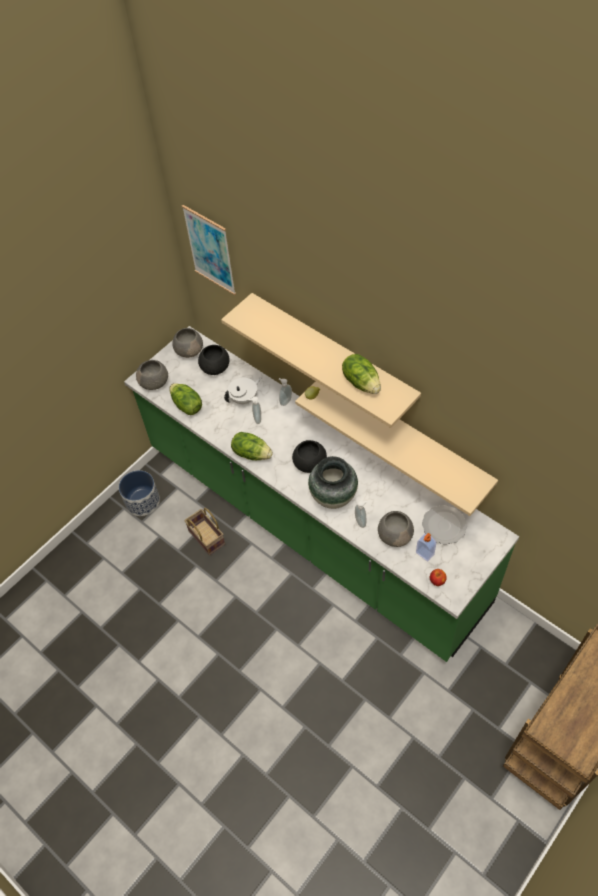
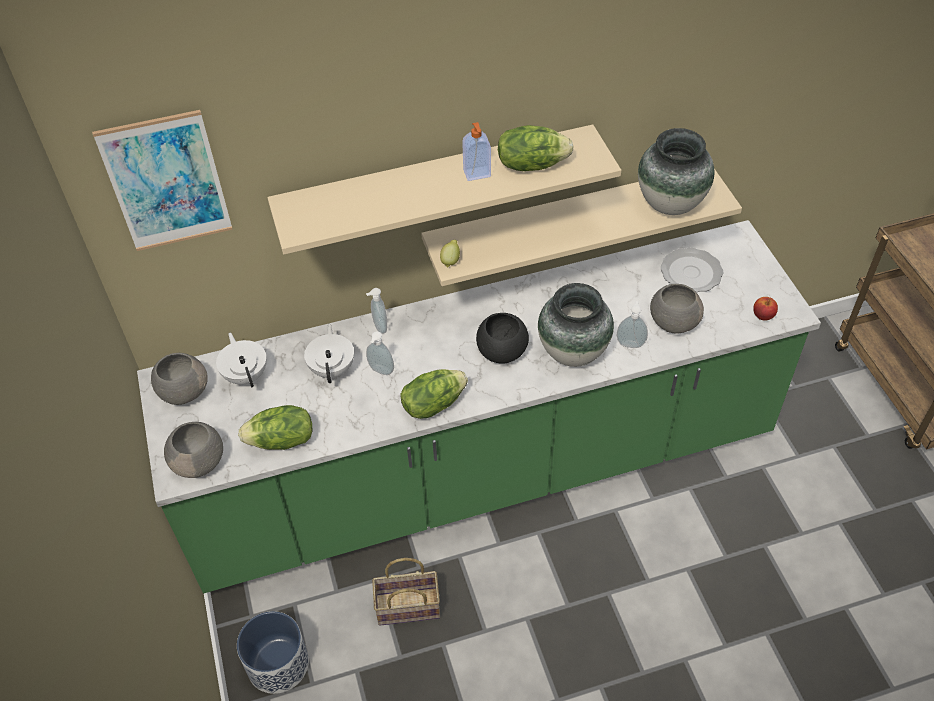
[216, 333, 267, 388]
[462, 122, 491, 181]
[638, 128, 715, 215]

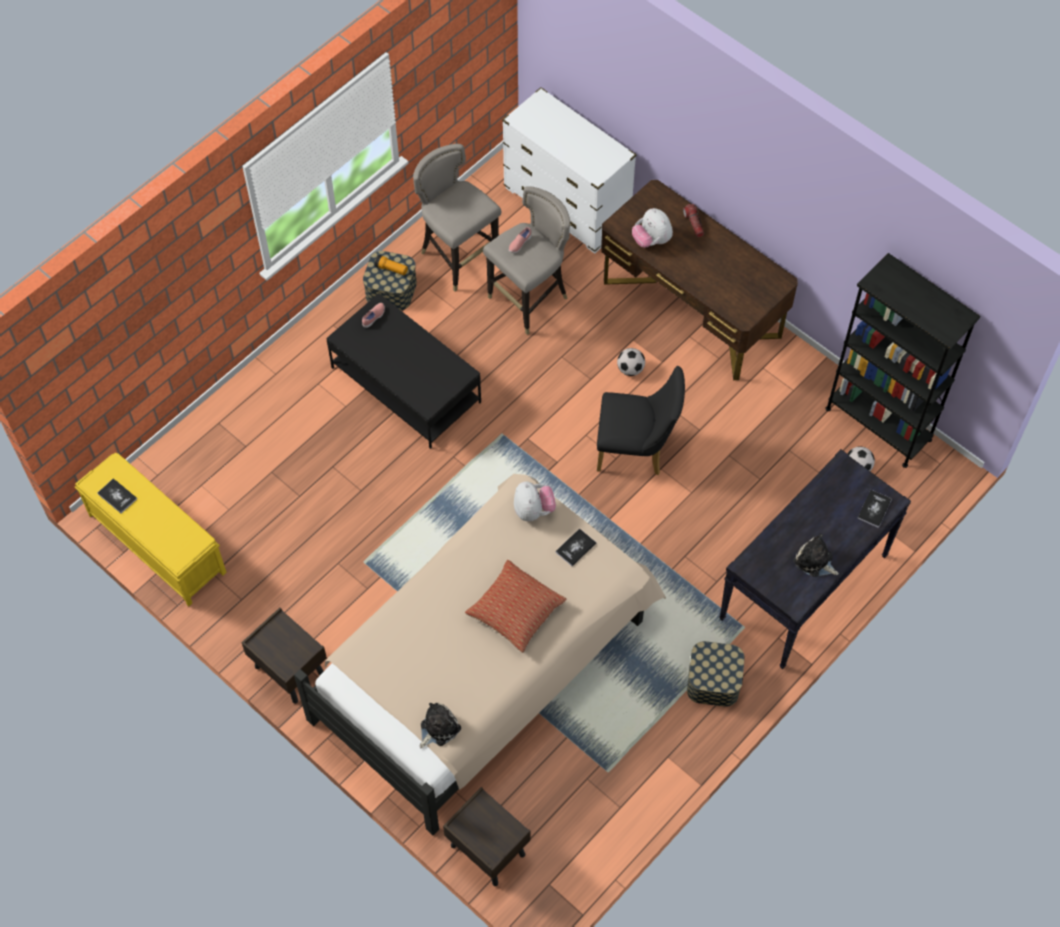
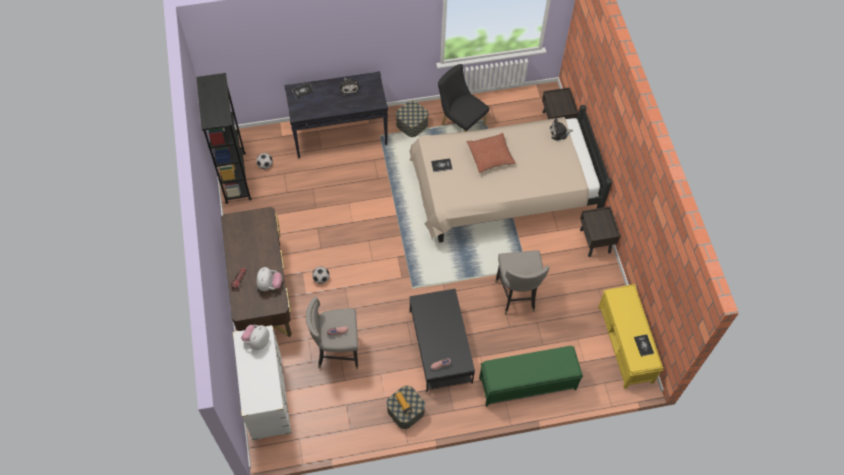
[495, 250, 550, 315]
[438, 64, 489, 132]
[241, 325, 270, 350]
[479, 346, 583, 407]

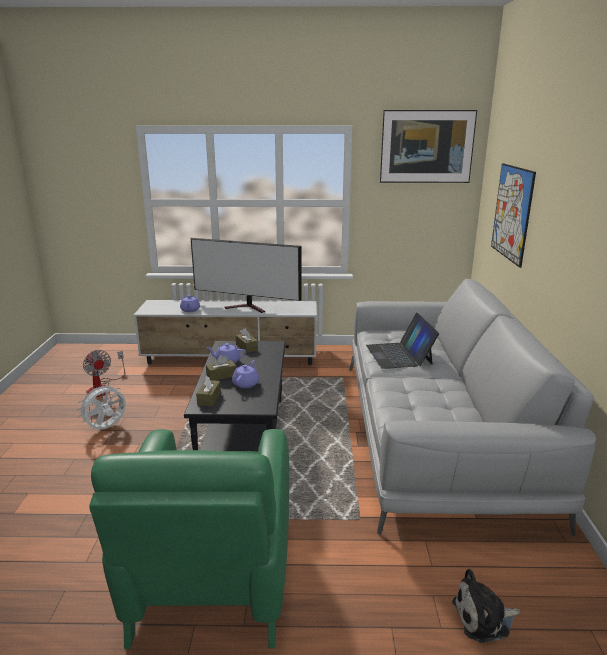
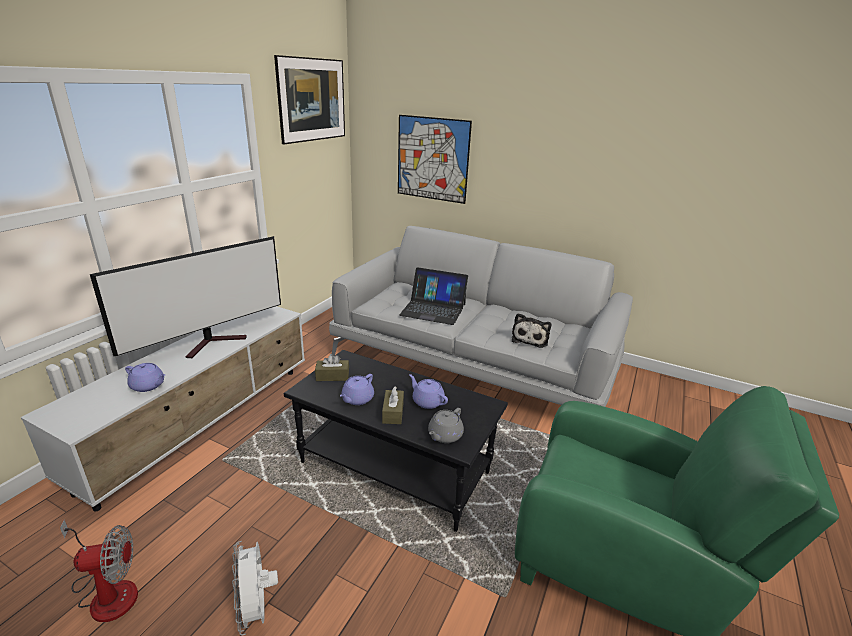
[428, 408, 464, 443]
[512, 313, 551, 348]

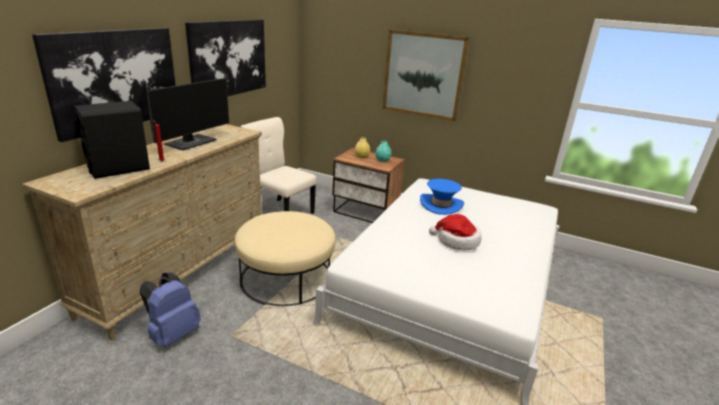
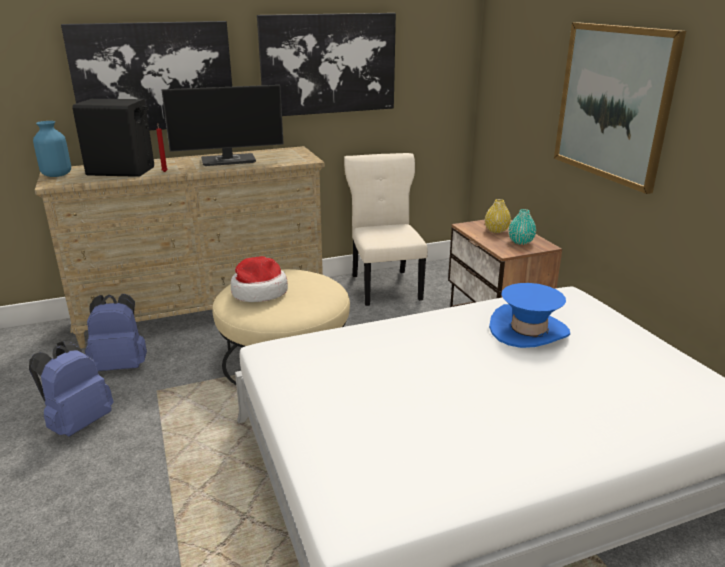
[231, 256, 288, 302]
[33, 121, 71, 177]
[29, 341, 113, 437]

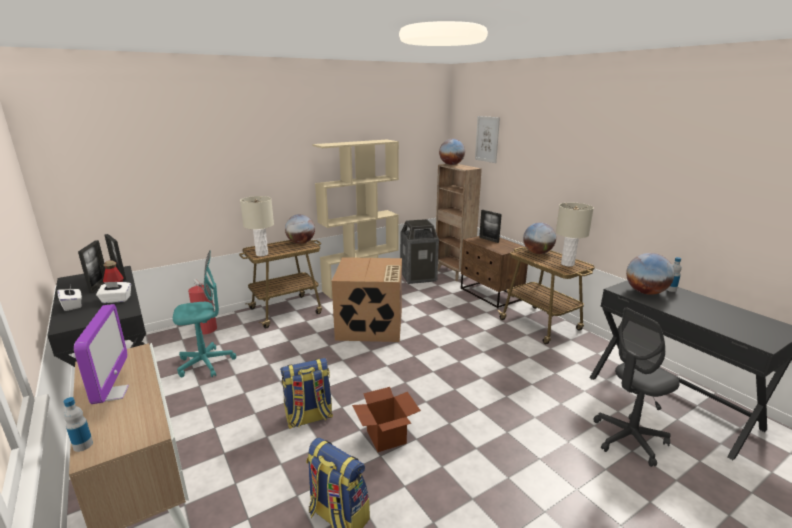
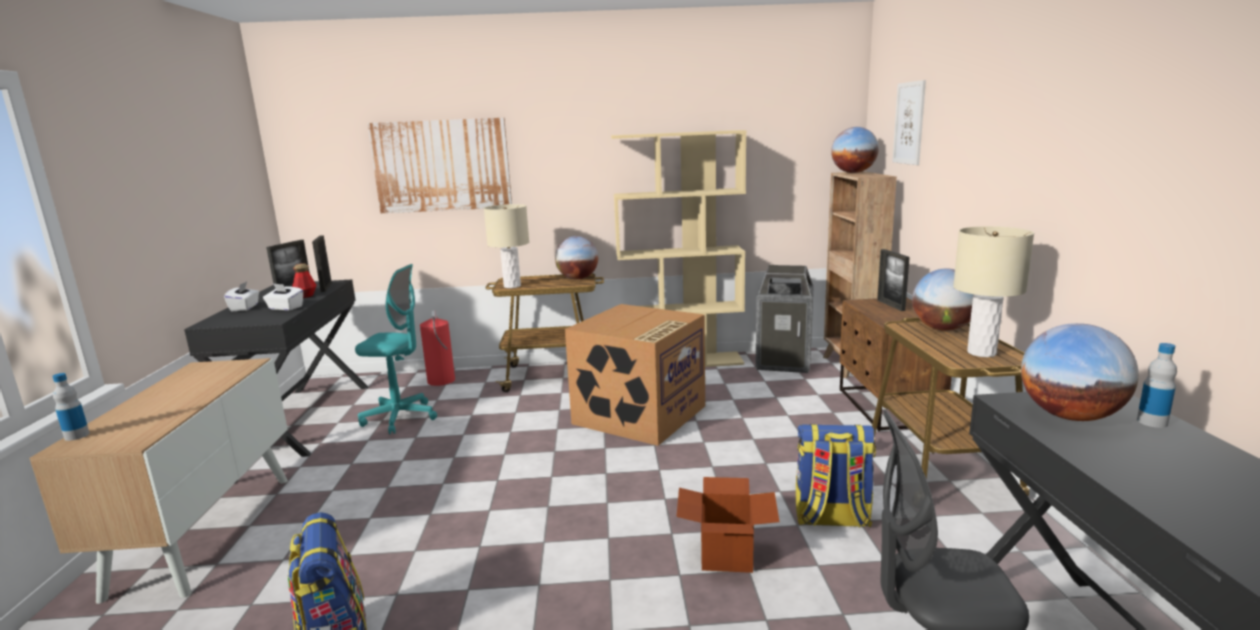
[74, 304, 129, 404] (first image)
[796, 424, 876, 528]
[676, 477, 779, 573]
[368, 118, 512, 213]

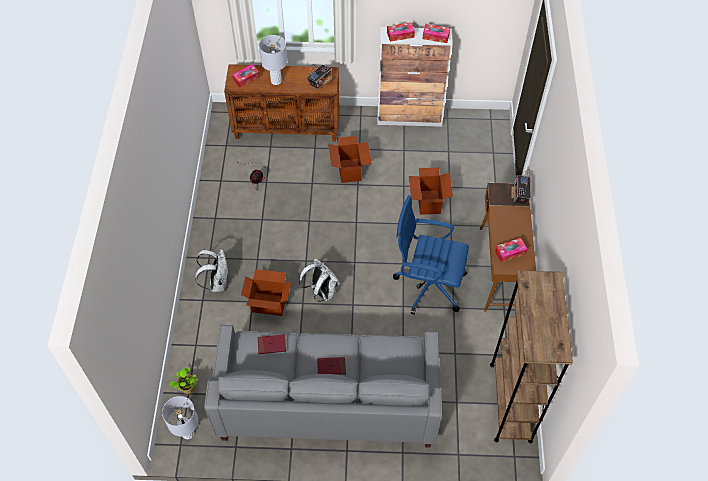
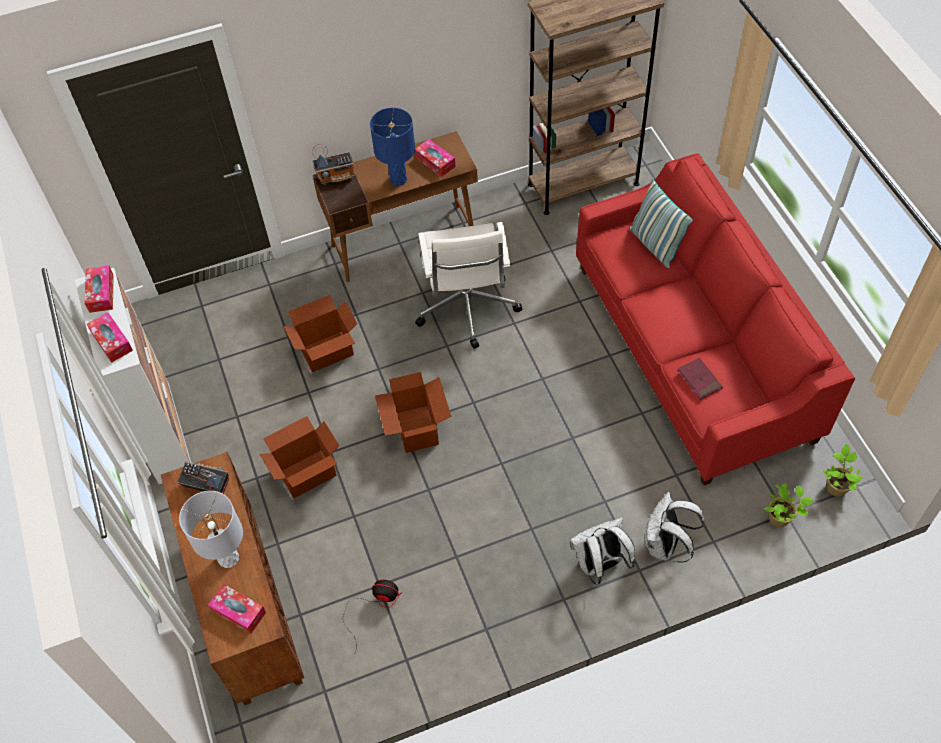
[415, 222, 522, 349]
[645, 492, 704, 563]
[375, 372, 451, 453]
[576, 153, 855, 485]
[317, 357, 346, 375] (first image)
[823, 444, 863, 497]
[370, 108, 415, 186]
[629, 179, 693, 269]

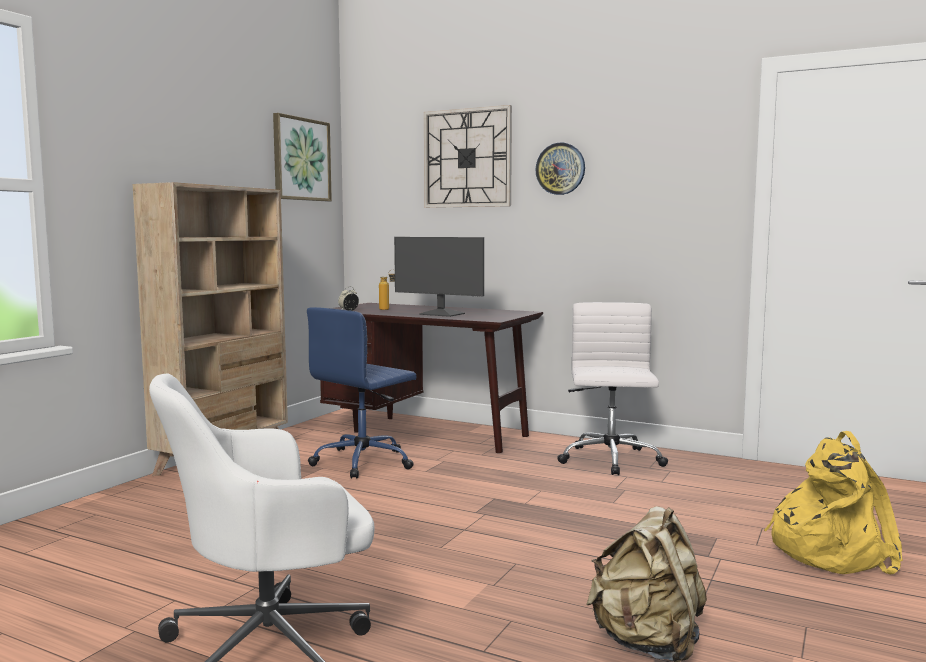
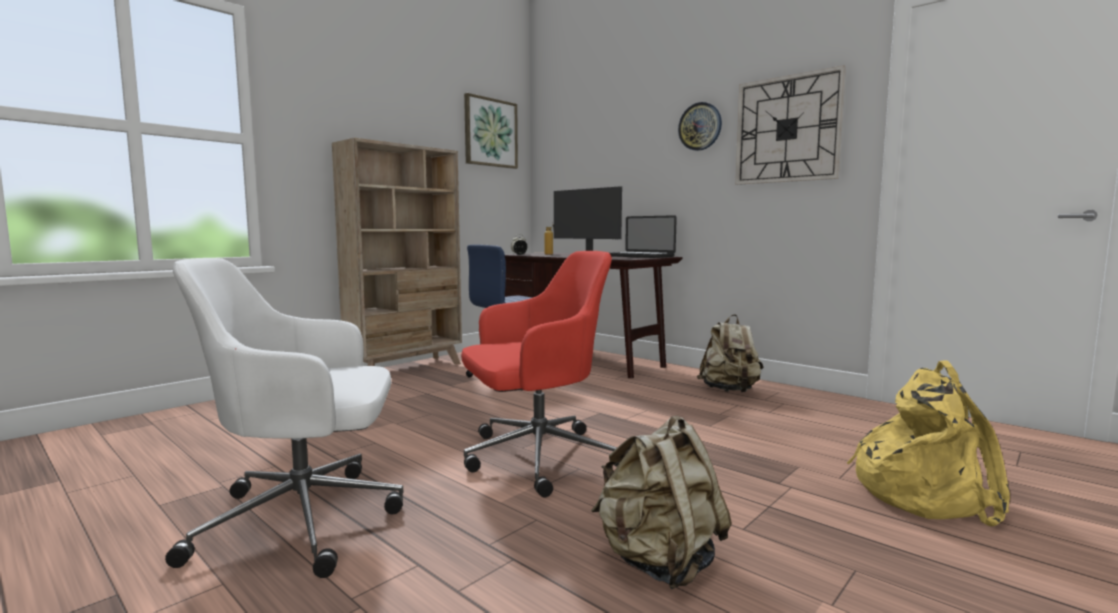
[735, 65, 846, 185]
[697, 314, 763, 392]
[610, 215, 677, 258]
[461, 251, 620, 497]

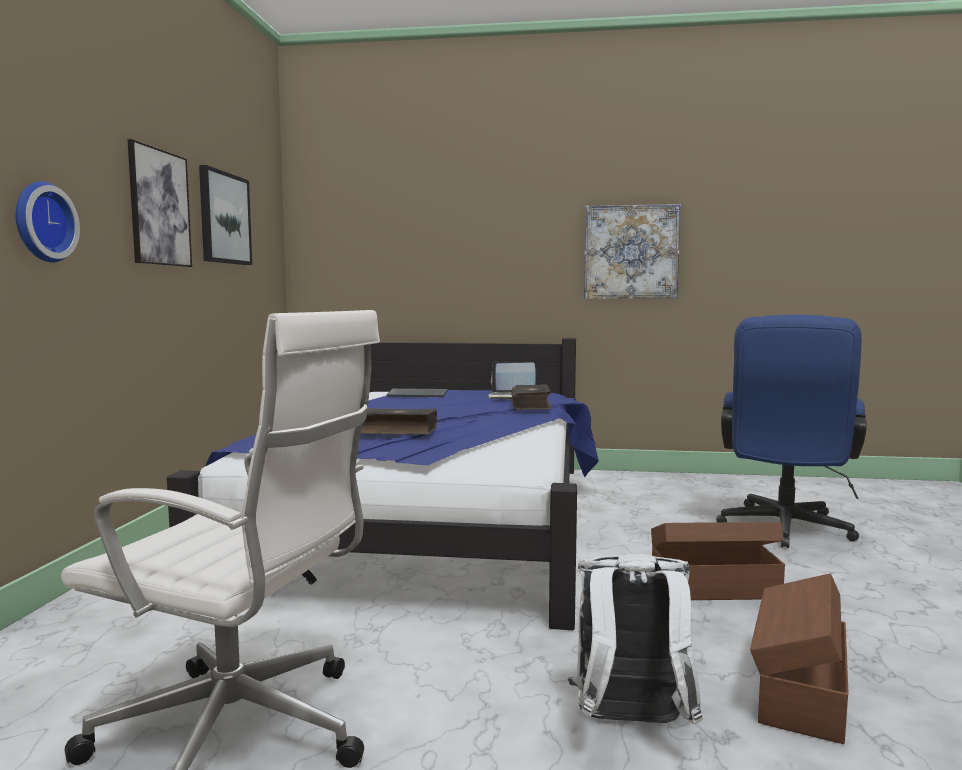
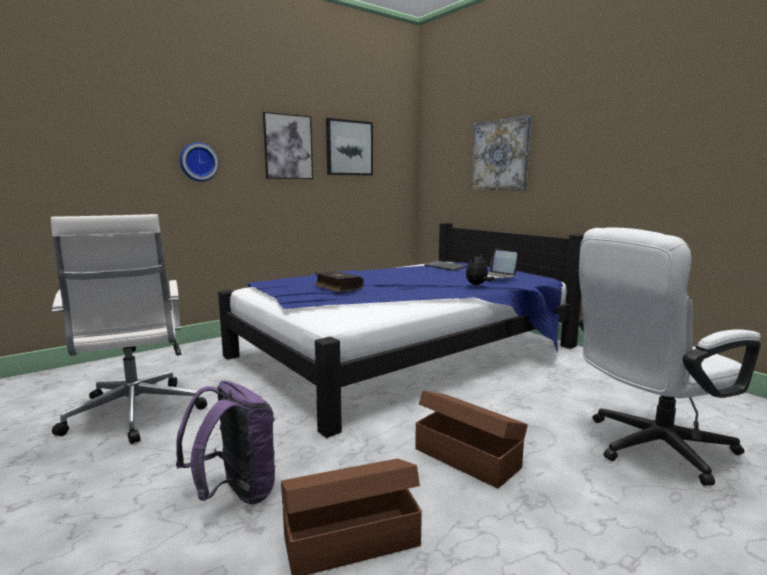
[471, 116, 532, 190]
[578, 227, 761, 486]
[466, 254, 494, 285]
[176, 381, 276, 505]

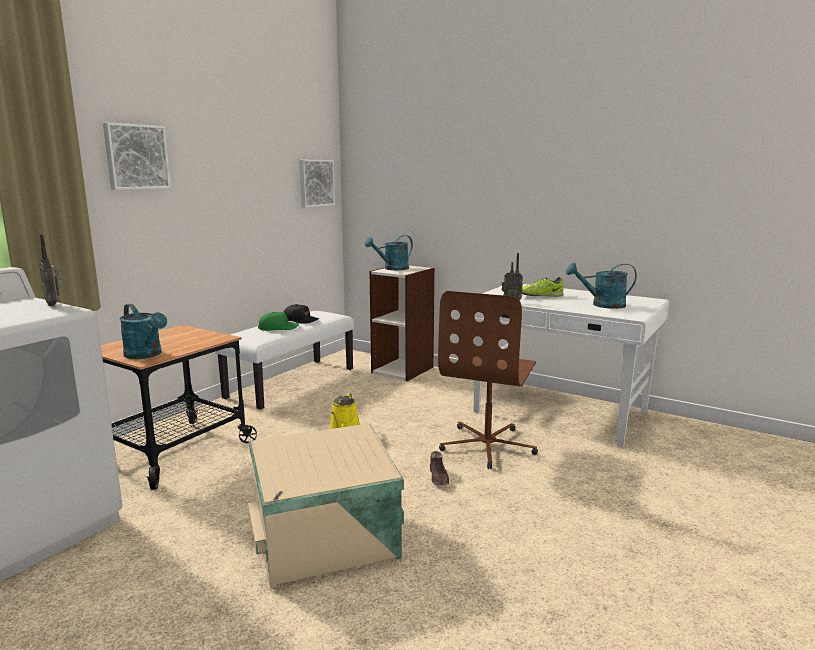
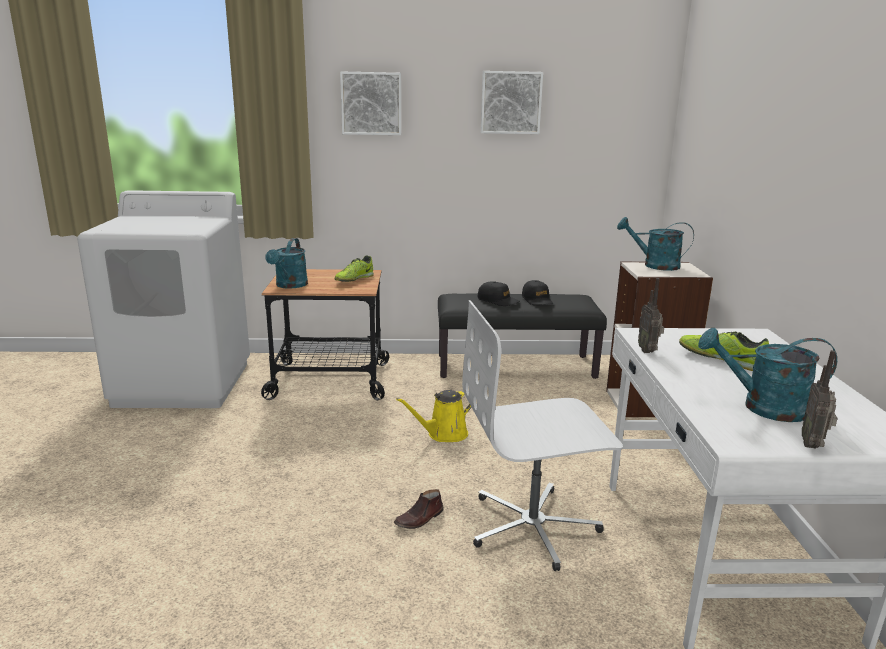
[481, 71, 543, 134]
[802, 350, 838, 448]
[698, 328, 837, 422]
[462, 300, 623, 571]
[438, 293, 607, 379]
[478, 281, 520, 306]
[248, 423, 404, 588] (first image)
[335, 255, 374, 282]

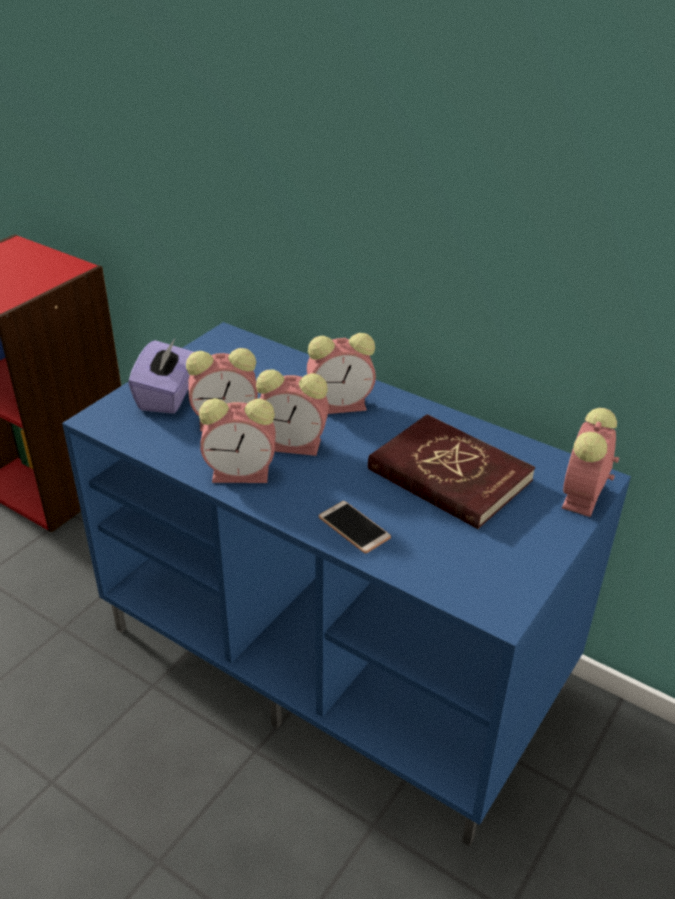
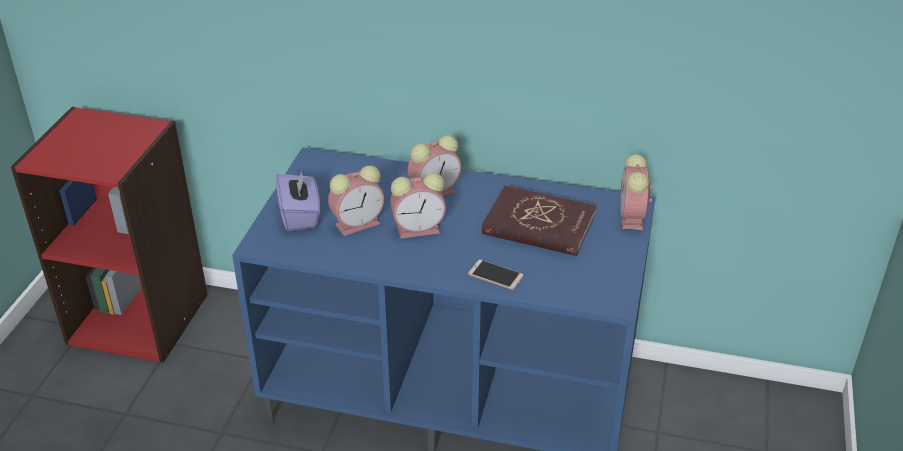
[199, 398, 276, 483] (first image)

